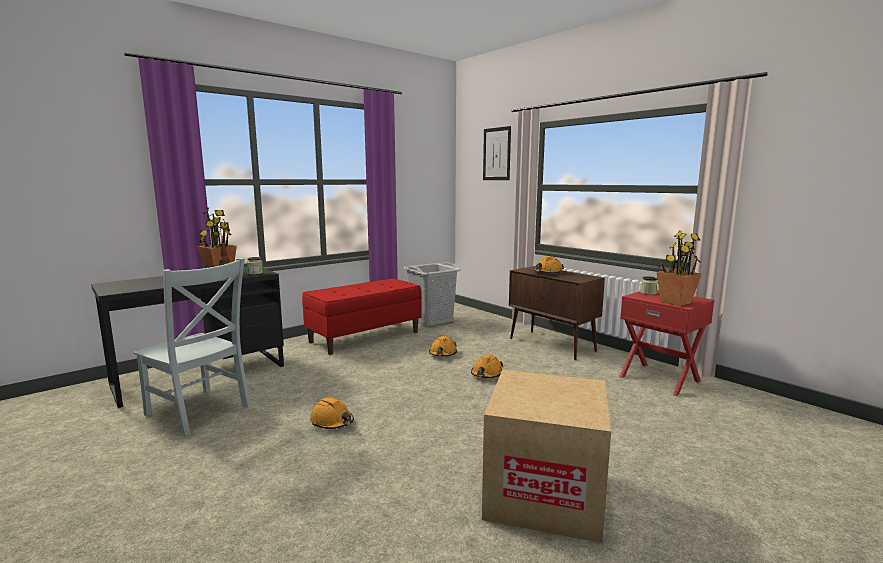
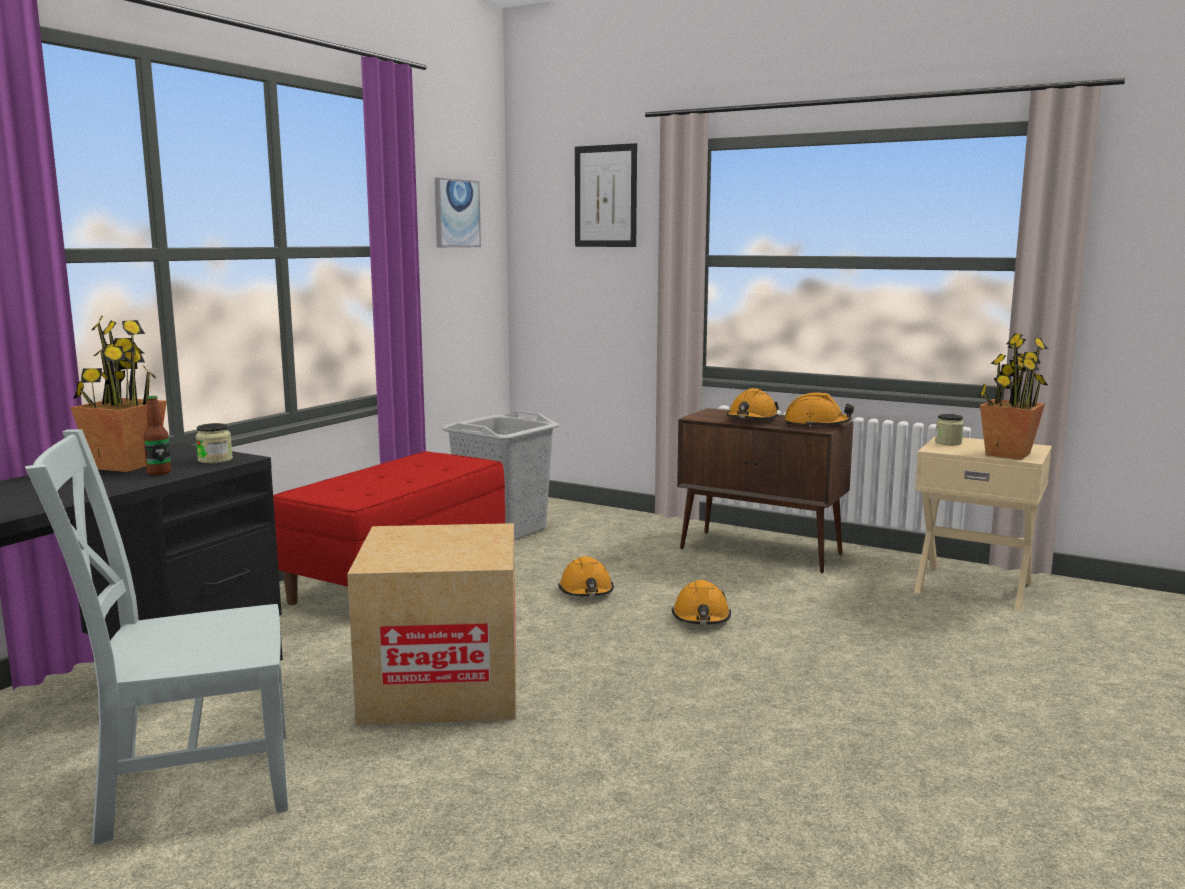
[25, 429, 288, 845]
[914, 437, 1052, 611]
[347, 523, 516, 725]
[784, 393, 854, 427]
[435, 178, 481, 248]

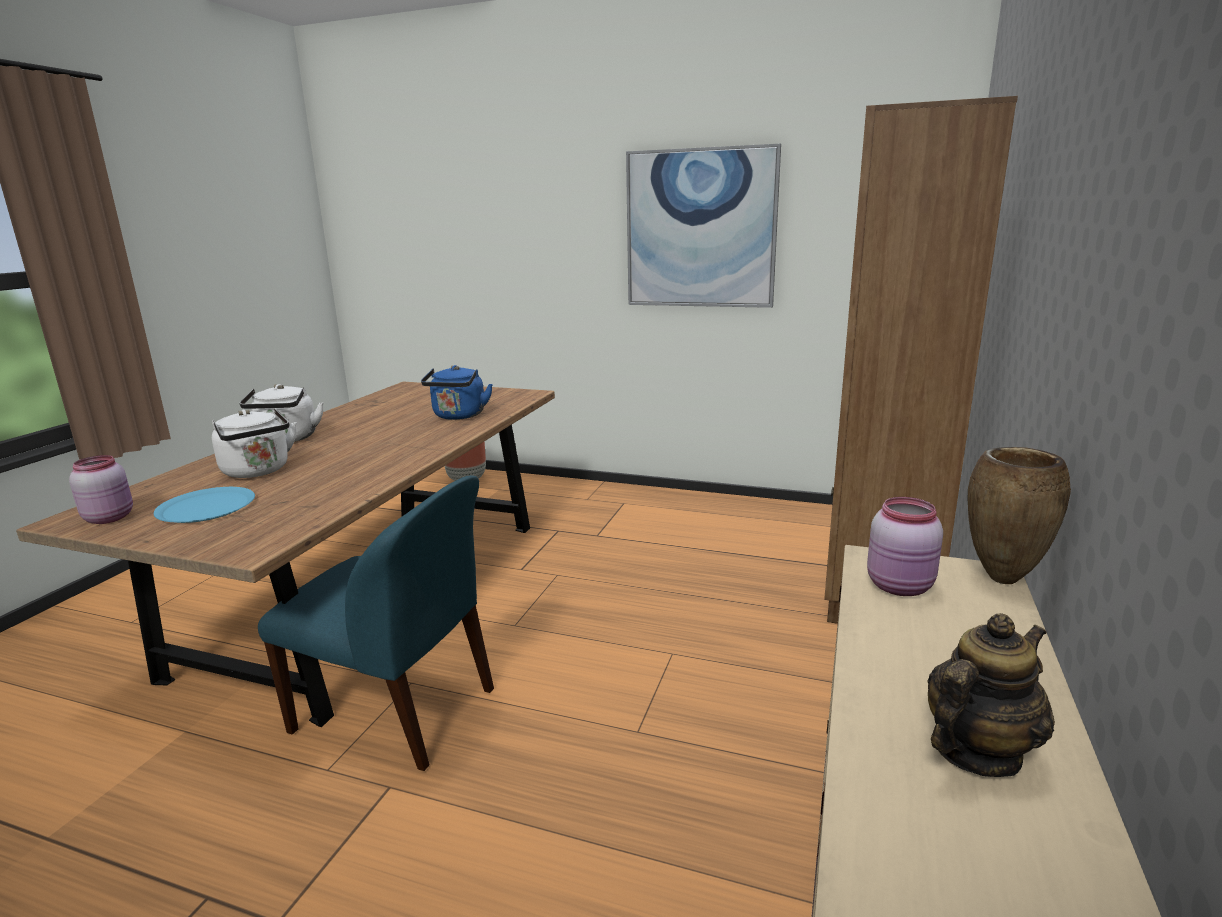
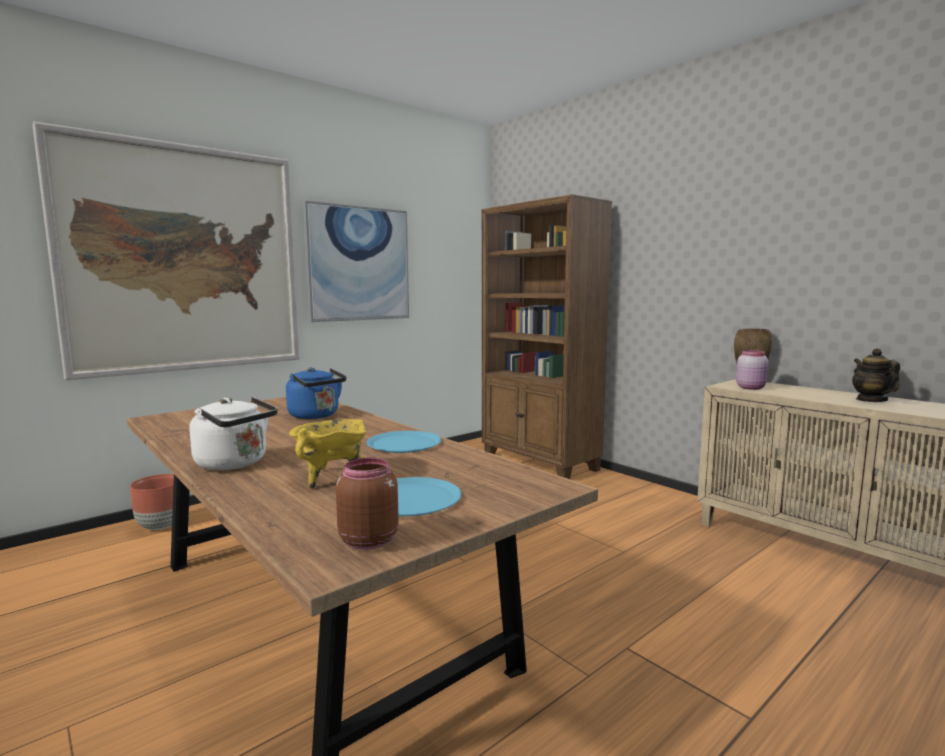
[289, 419, 367, 489]
[336, 457, 399, 550]
[258, 475, 494, 771] (first image)
[32, 122, 300, 380]
[367, 431, 442, 453]

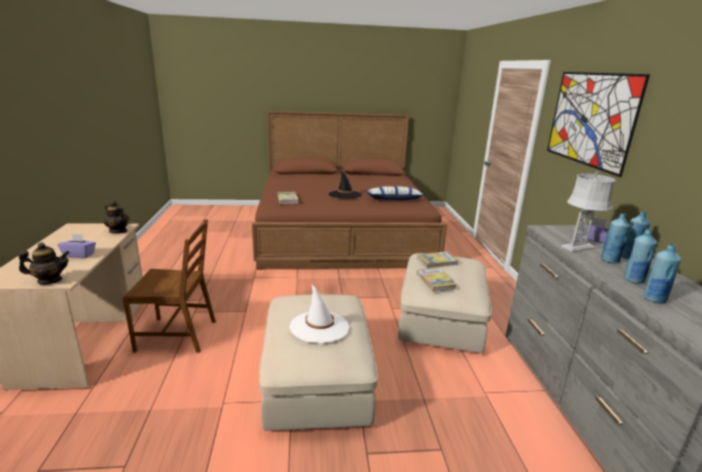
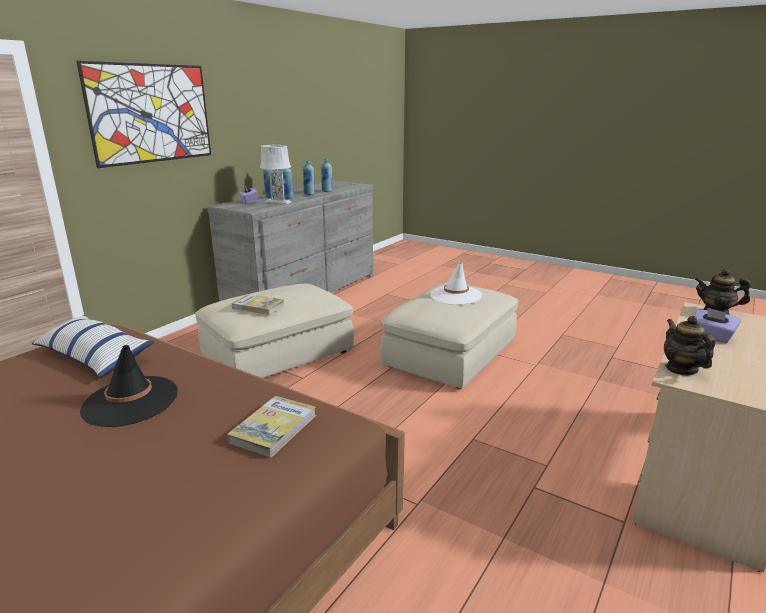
[123, 219, 216, 353] (first image)
[417, 268, 457, 292] (first image)

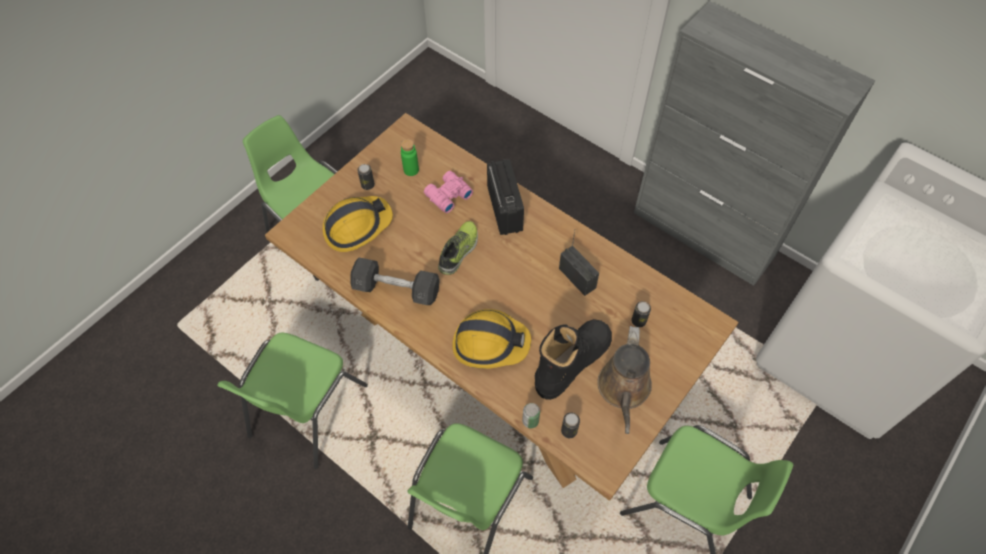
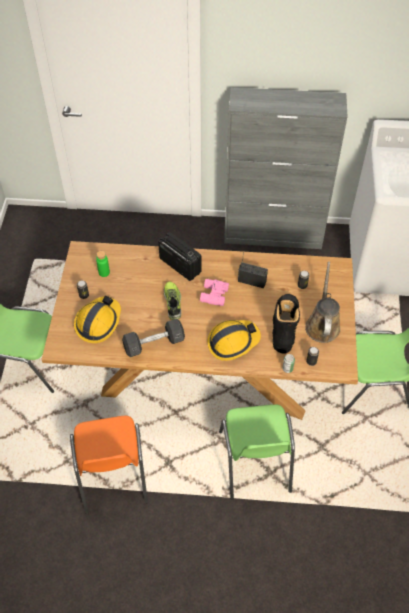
[200, 279, 229, 306]
[305, 262, 340, 343]
[70, 416, 148, 514]

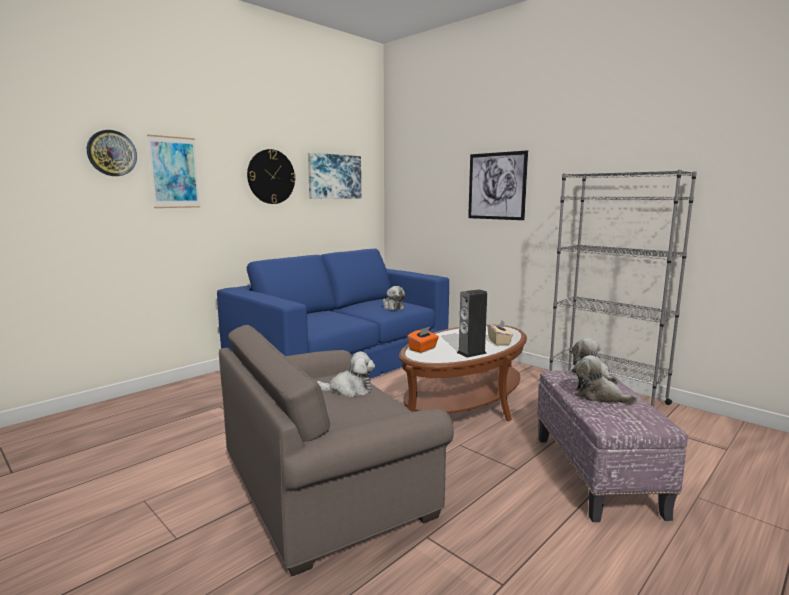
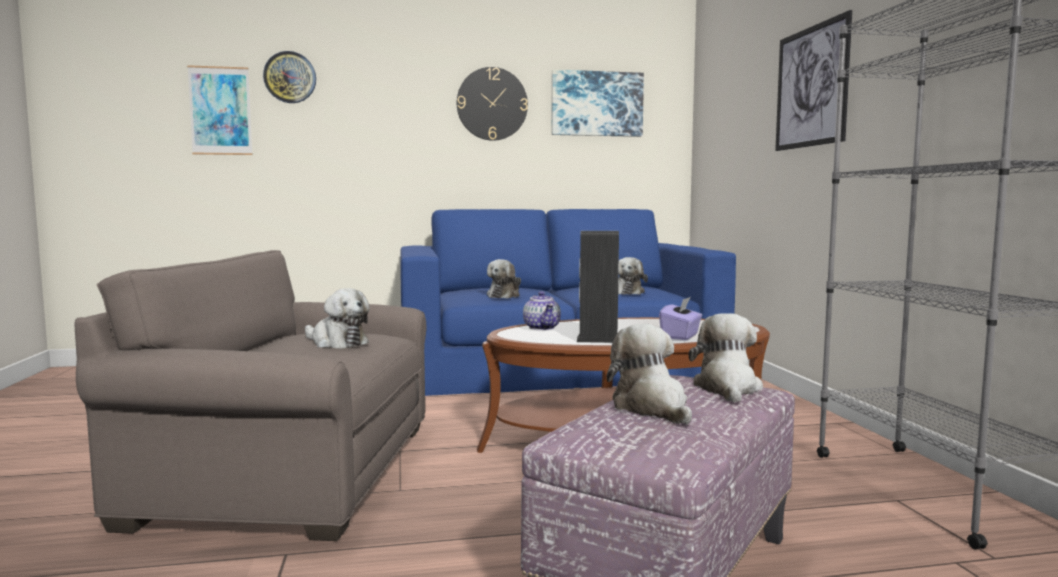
[187, 65, 252, 155]
[659, 297, 702, 340]
[523, 291, 561, 330]
[487, 259, 521, 299]

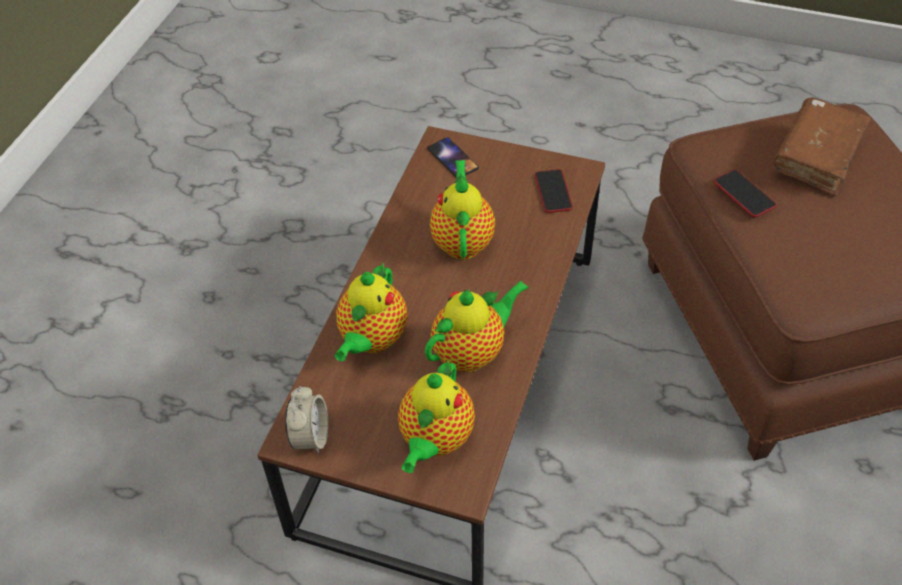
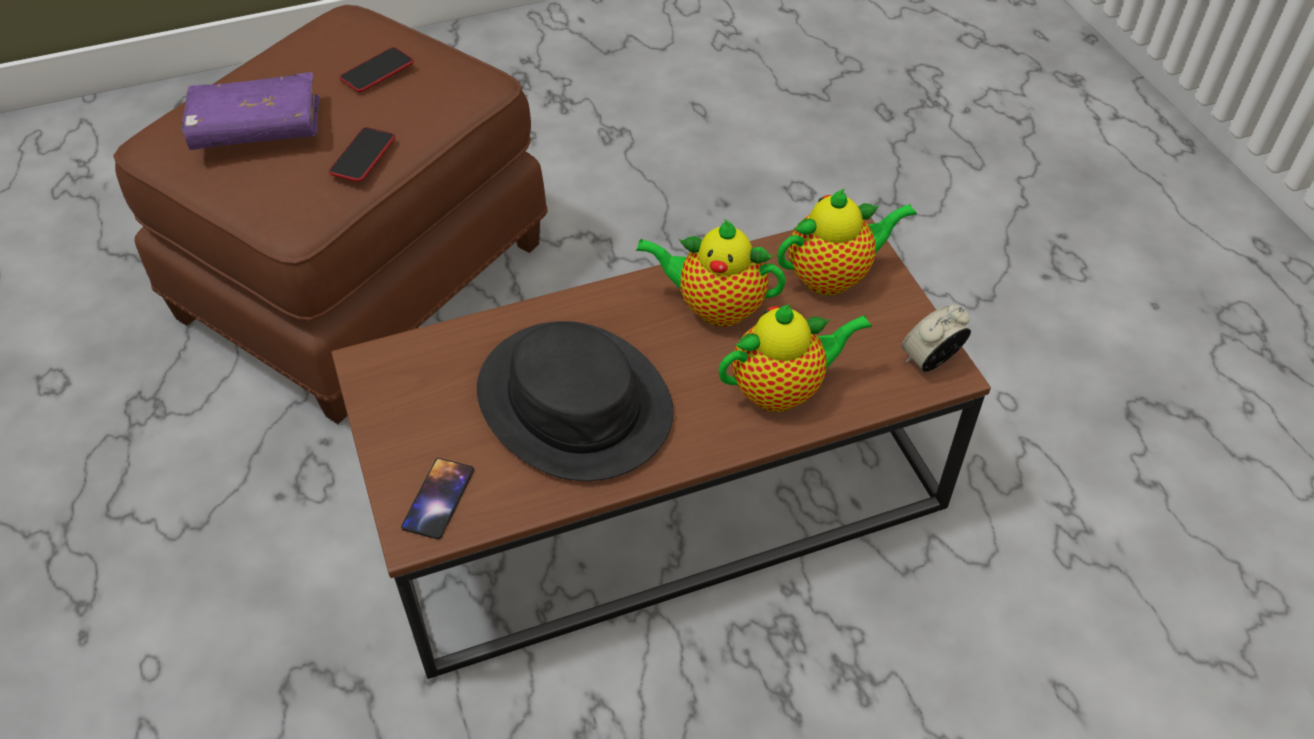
[181, 72, 320, 150]
[477, 321, 673, 481]
[339, 47, 414, 92]

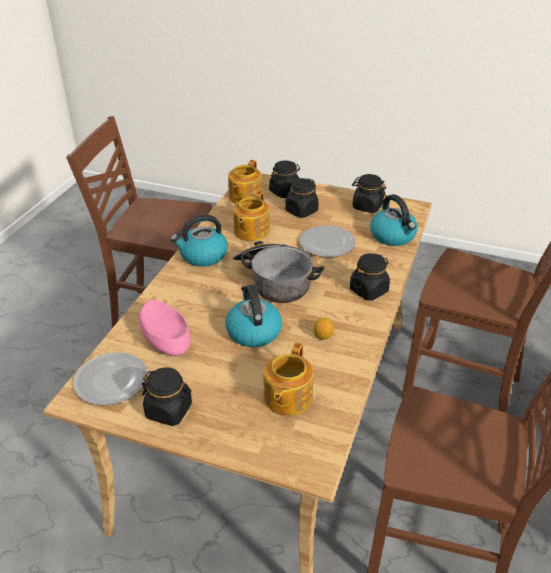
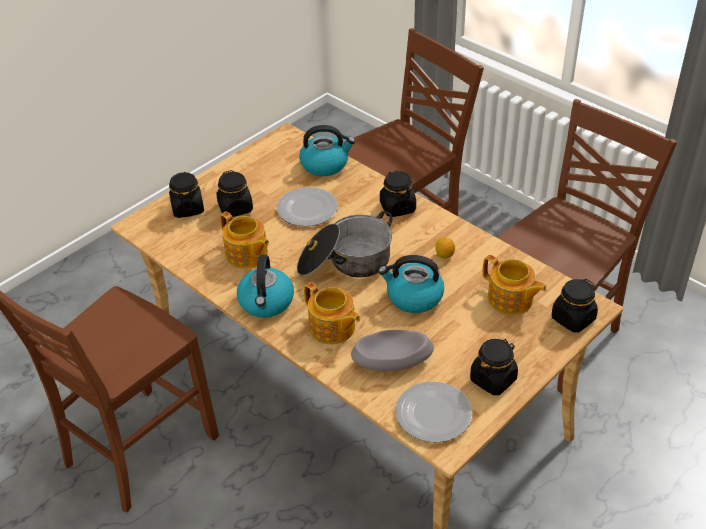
[304, 282, 360, 344]
[552, 279, 598, 333]
[351, 330, 434, 371]

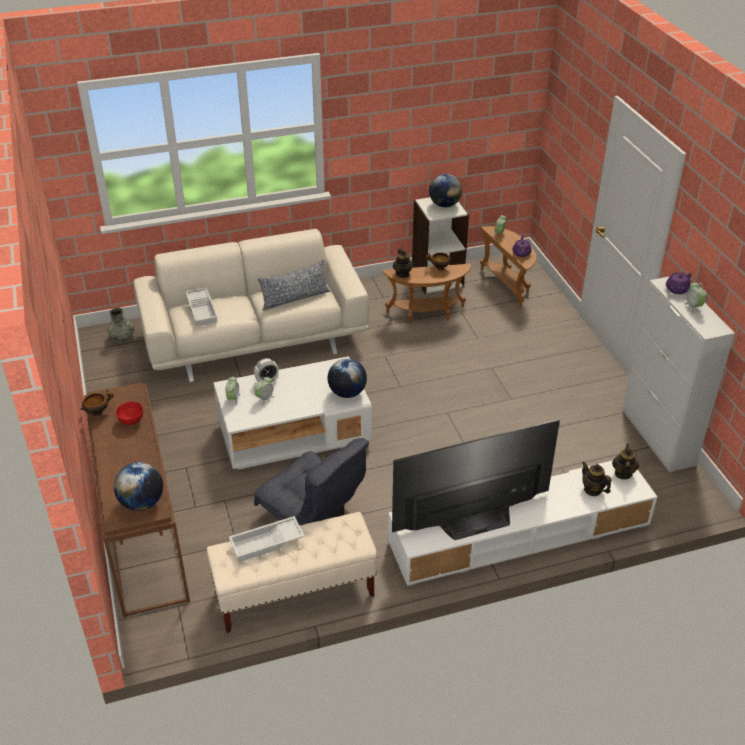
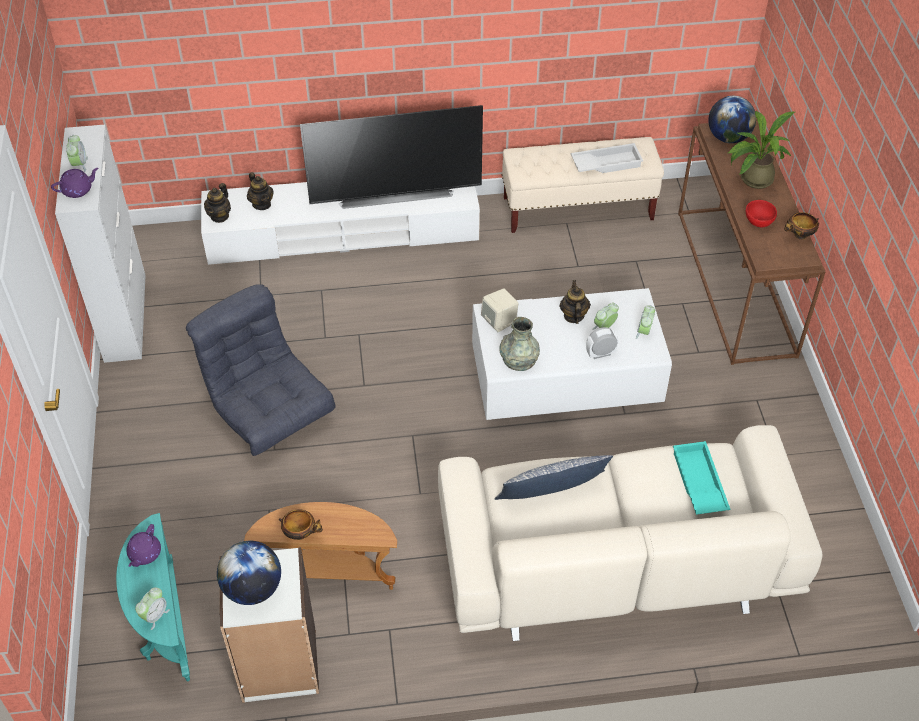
[116, 513, 190, 681]
[559, 280, 591, 324]
[673, 441, 730, 515]
[499, 317, 540, 371]
[481, 288, 519, 332]
[186, 284, 336, 456]
[728, 111, 795, 189]

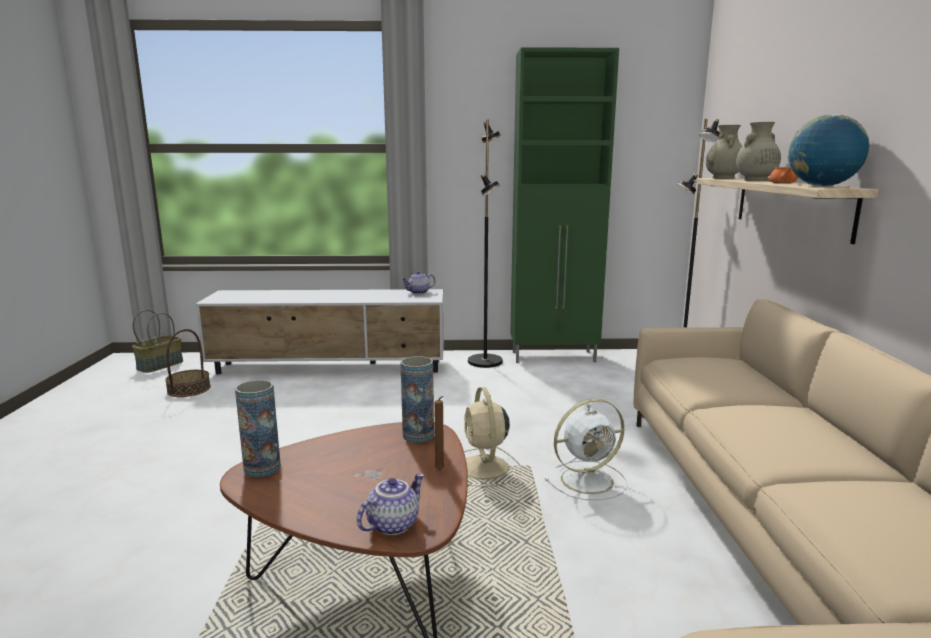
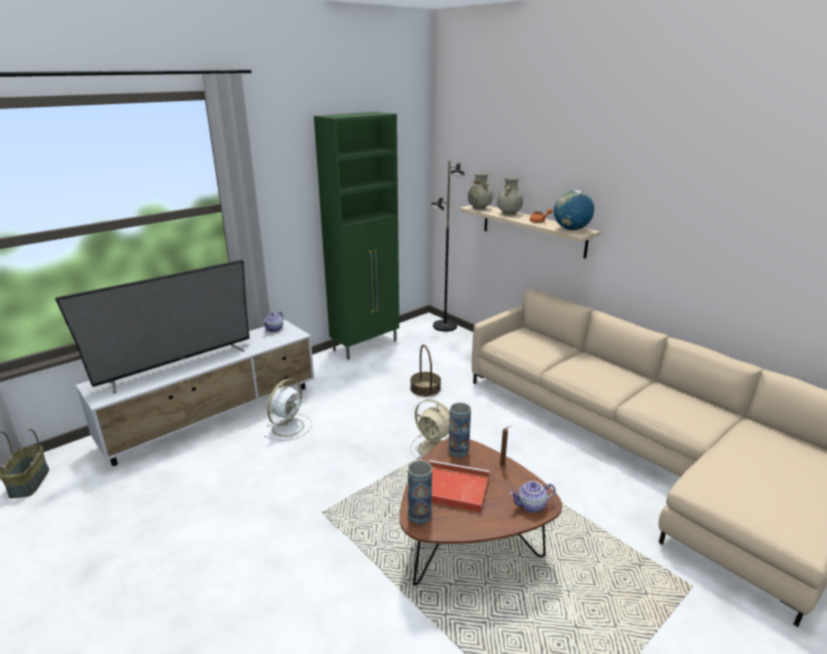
[468, 119, 503, 368] (first image)
[410, 345, 441, 397]
[264, 379, 312, 441]
[510, 481, 556, 513]
[55, 260, 250, 394]
[428, 460, 490, 513]

